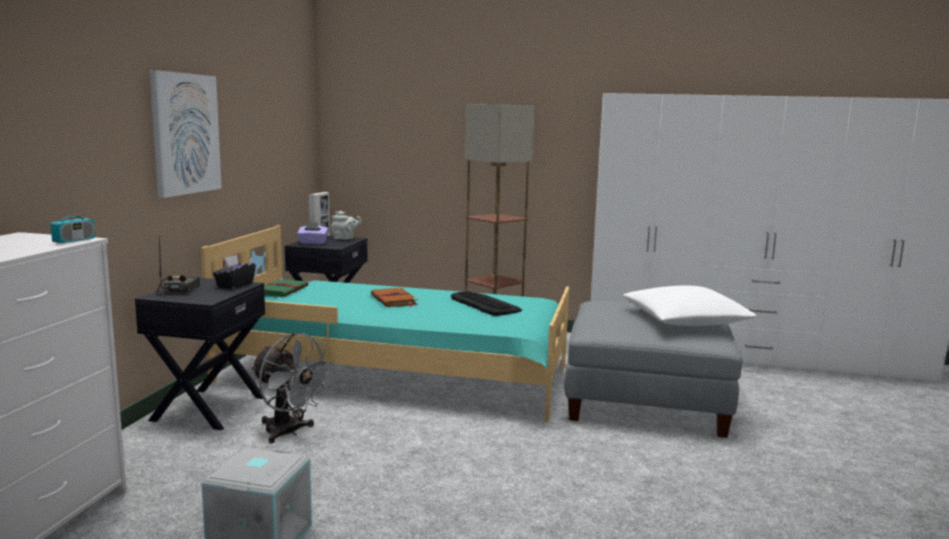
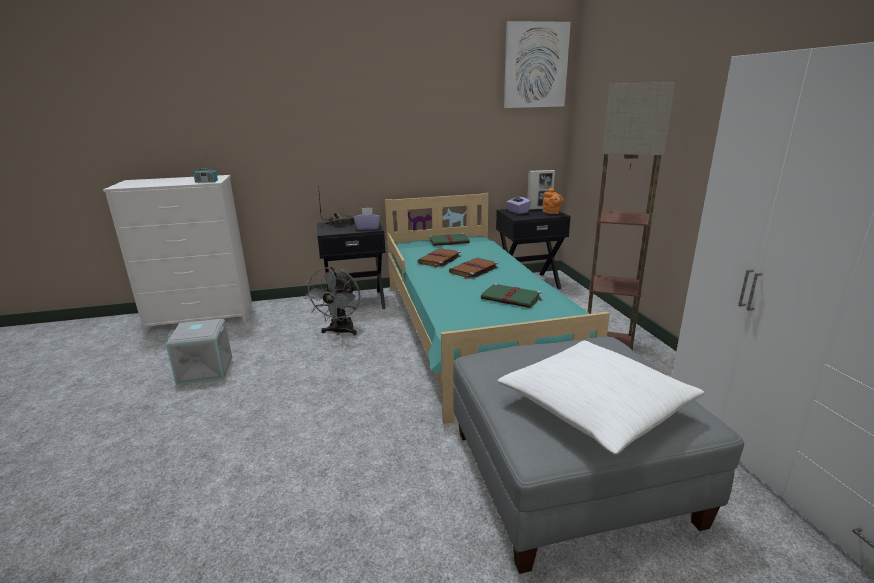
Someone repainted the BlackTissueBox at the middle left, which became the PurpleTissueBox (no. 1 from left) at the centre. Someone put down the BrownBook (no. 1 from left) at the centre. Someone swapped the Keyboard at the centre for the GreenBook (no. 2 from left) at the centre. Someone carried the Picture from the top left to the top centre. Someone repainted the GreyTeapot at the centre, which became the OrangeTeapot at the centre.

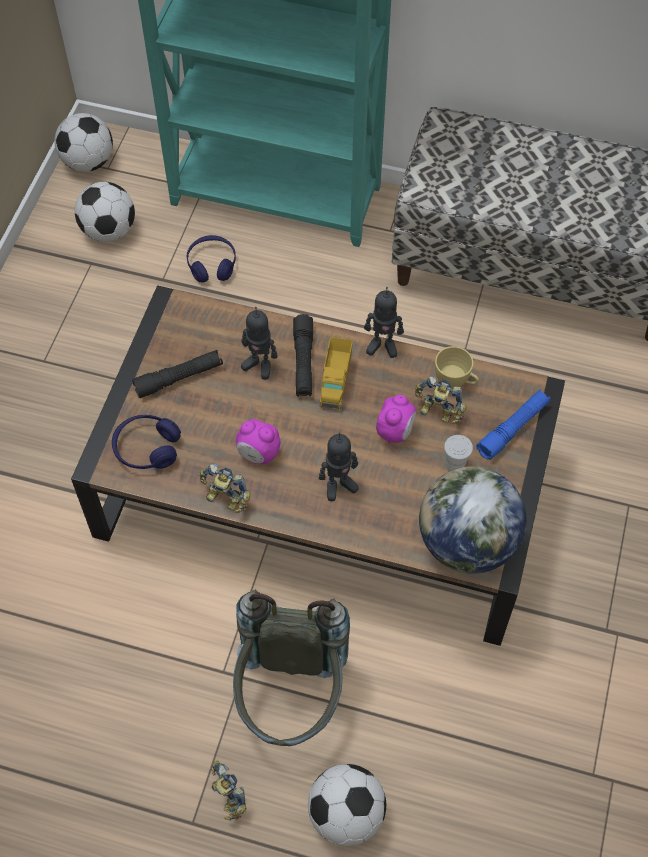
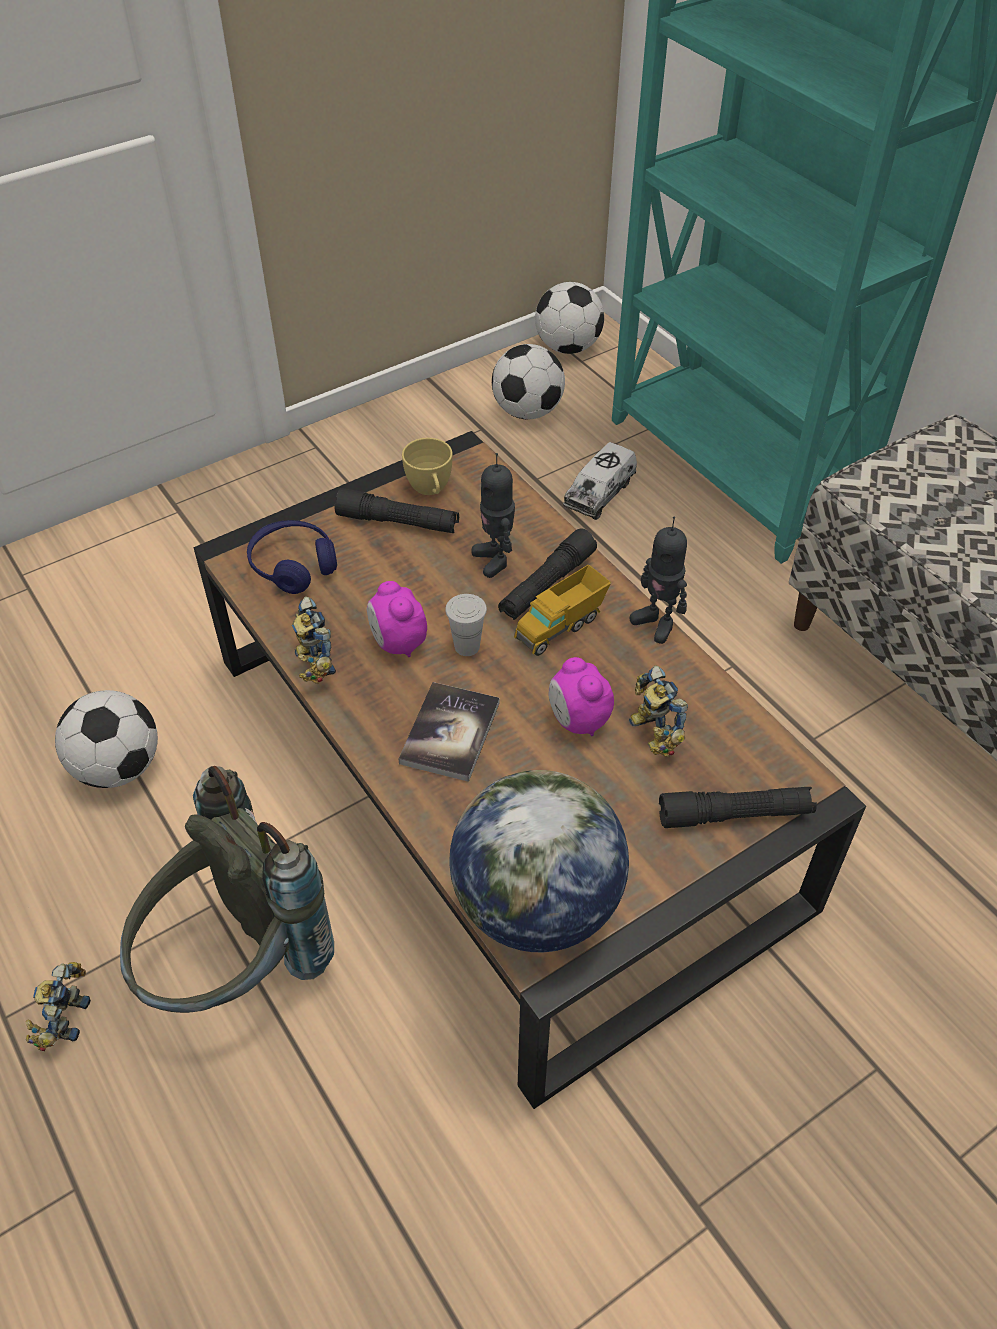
Someone carried the Football (no. 3 from left in the first image) from the bottom centre to the middle left. Someone swapped the ToyRobot (no. 4 from left) at the centre for the Book at the centre. Someone carried the YellowCup from the middle right to the centre. Someone carried the WhiteCup from the middle right to the centre. Someone rotated the AlarmClock (no. 2 from left) at the centre by 90 degrees clockwise. Someone swapped the BlueHeadphones (no. 2 from left) at the top left for the ToyTruck (no. 2 from left) at the centre. Someone repainted the BlueFlashlight at the middle right, which became the BlackFlashlight (no. 3 from left) at the middle right.

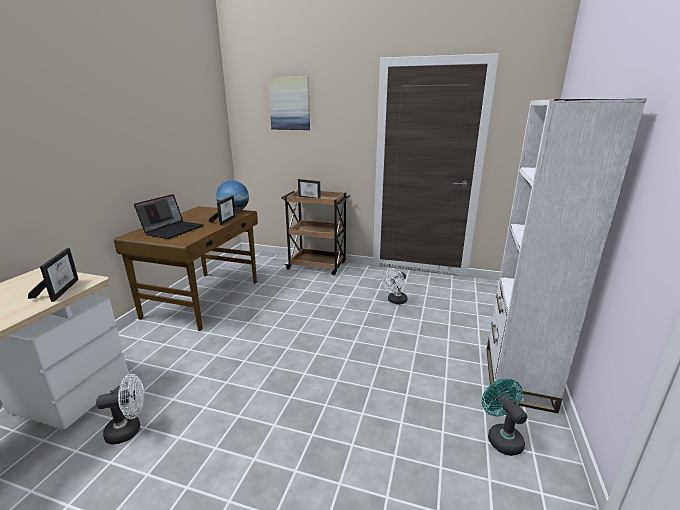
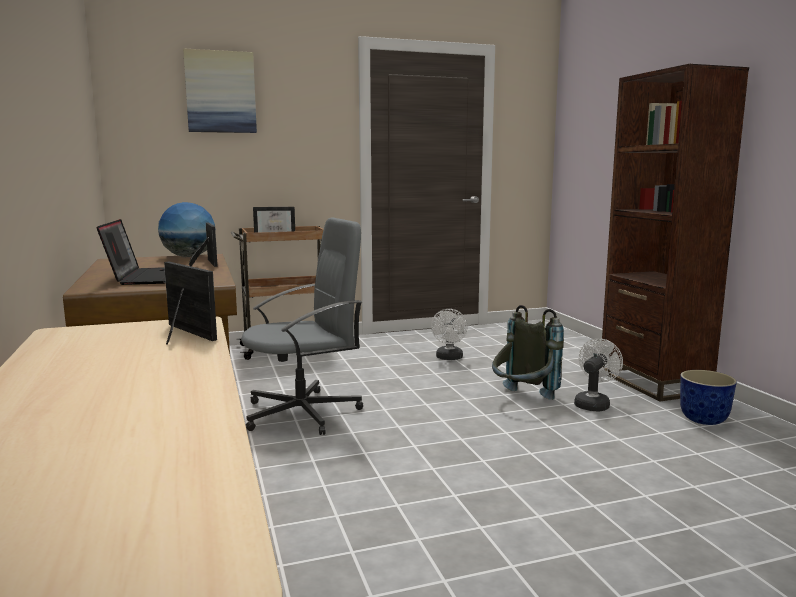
Someone put down the GreyOfficeChair at the centre. Someone put down the GreyBackpack at the centre. Someone carried the WhiteFan (no. 1 from left in the first image) from the bottom left to the middle right. Someone repainted the WhiteBookcase at the middle right, which became the BrownBookcase at the middle right. Someone swapped the TurquoiseFan at the bottom right for the Planter at the middle right.

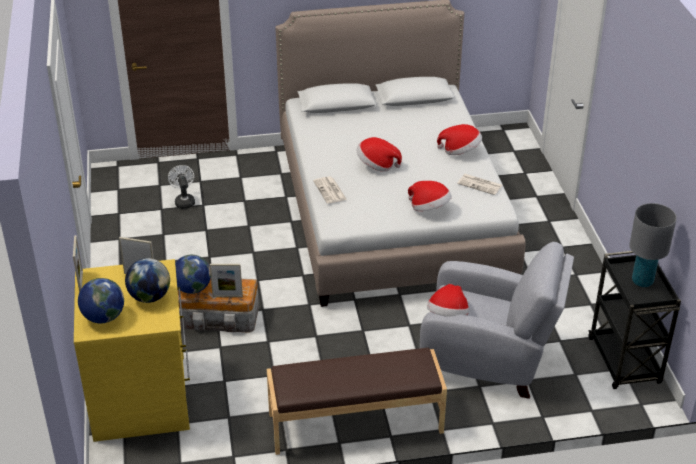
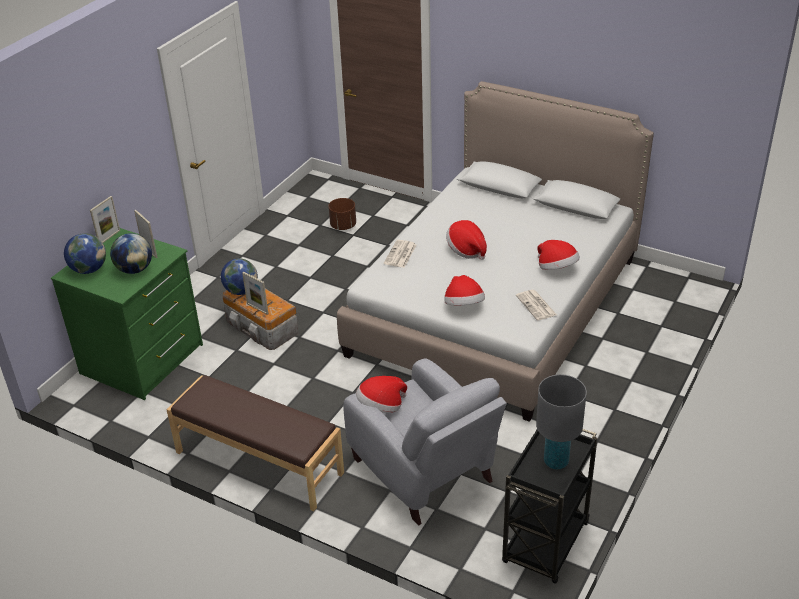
Someone repainted the YellowDresser at the bottom left, which became the GreenDresser at the middle left. Someone swapped the WhiteFan at the middle left for the BrownPlanter at the centre.

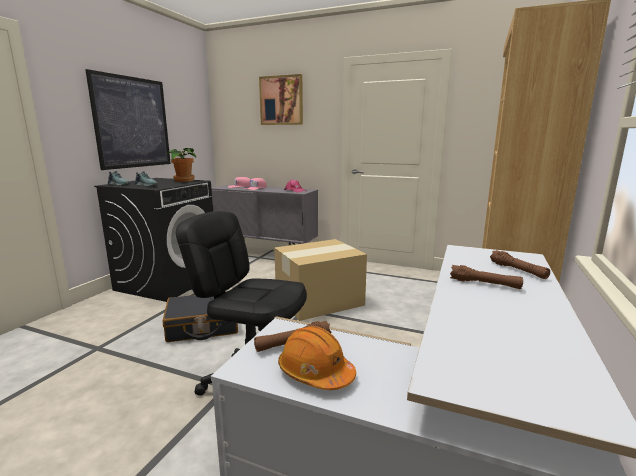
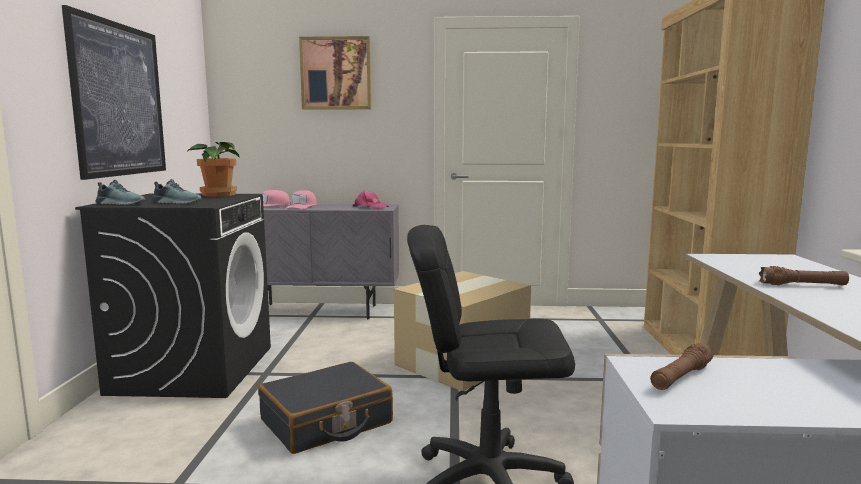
Someone took away the OrangeHardHat at the bottom centre. Someone took away the BrownFlashlight (no. 3 from left) at the middle right.

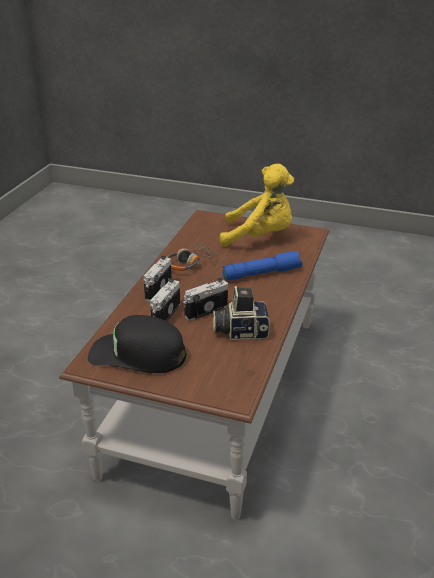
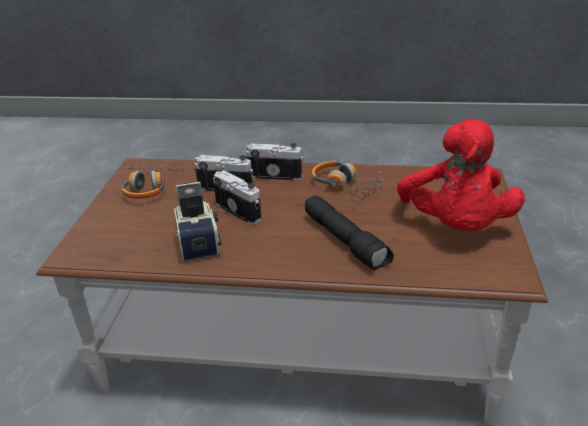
Someone swapped the BlackCap at the middle left for the Headphones (no. 1 from left) at the middle left. Someone repainted the BlueFlashlight at the centre, which became the BlackFlashlight at the centre. Someone repainted the YellowPlushToy at the centre, which became the RedPlushToy at the middle right.

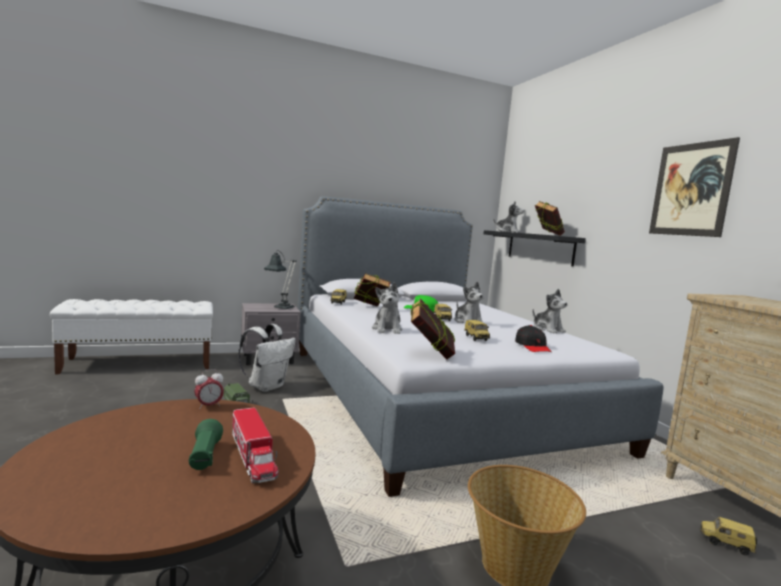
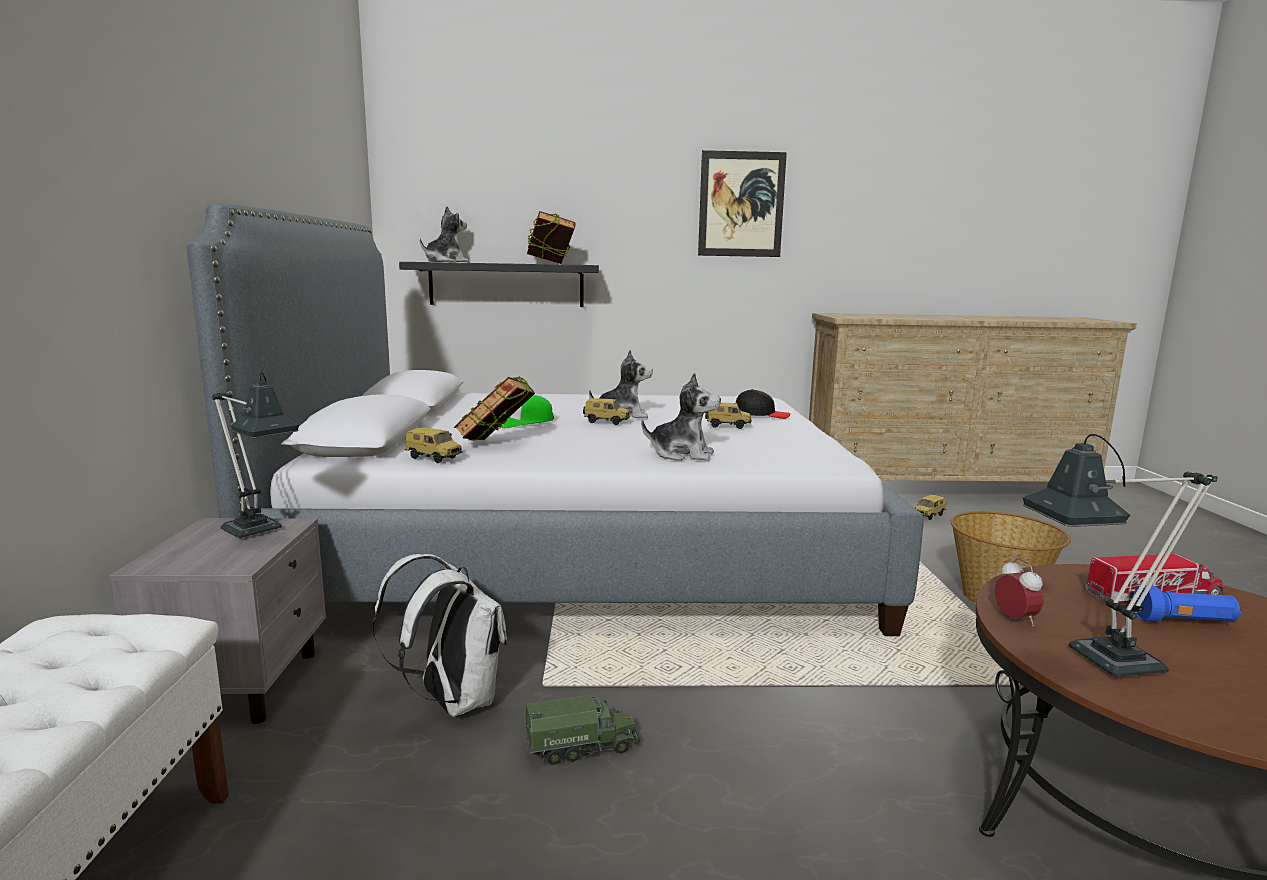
Someone put down the TableLamp (no. 2 from left) at the middle right. Someone repainted the GreenFlashlight at the bottom left, which became the BlueFlashlight at the bottom right. Someone took away the Book (no. 2 from left) at the centre. Someone took away the PlushToy (no. 4 from left) at the middle right.

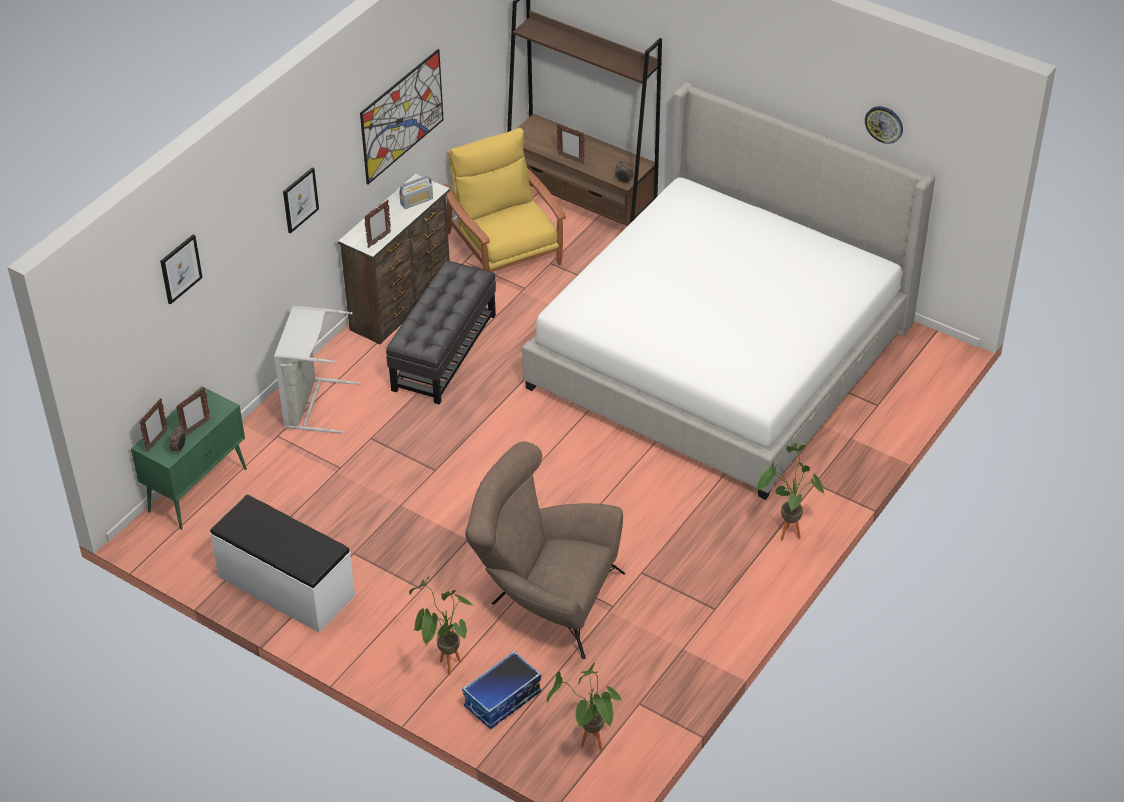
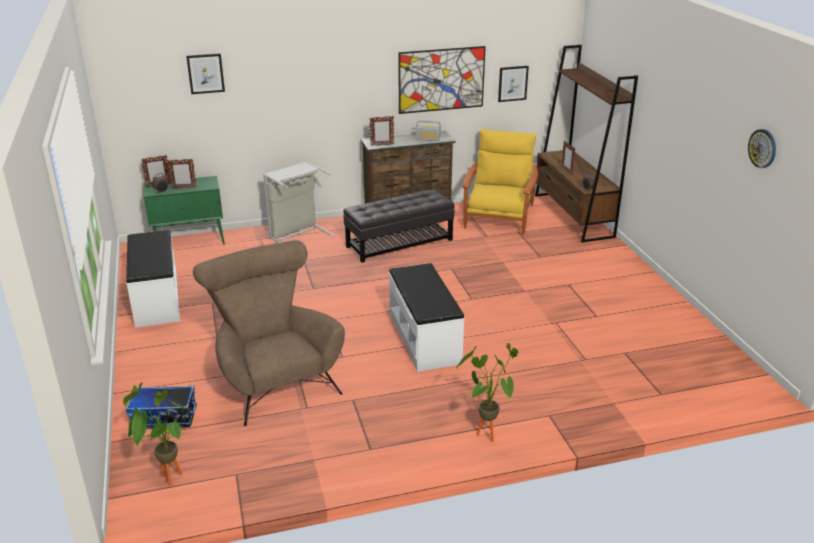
Someone put down the WhiteBench (no. 2 from left) at the centre. Someone carried the Picture (no. 2 from left in the first image) from the top left to the top centre. Someone took away the PottedPlant (no. 1 from left) at the bottom centre. Someone took away the Bed at the centre.

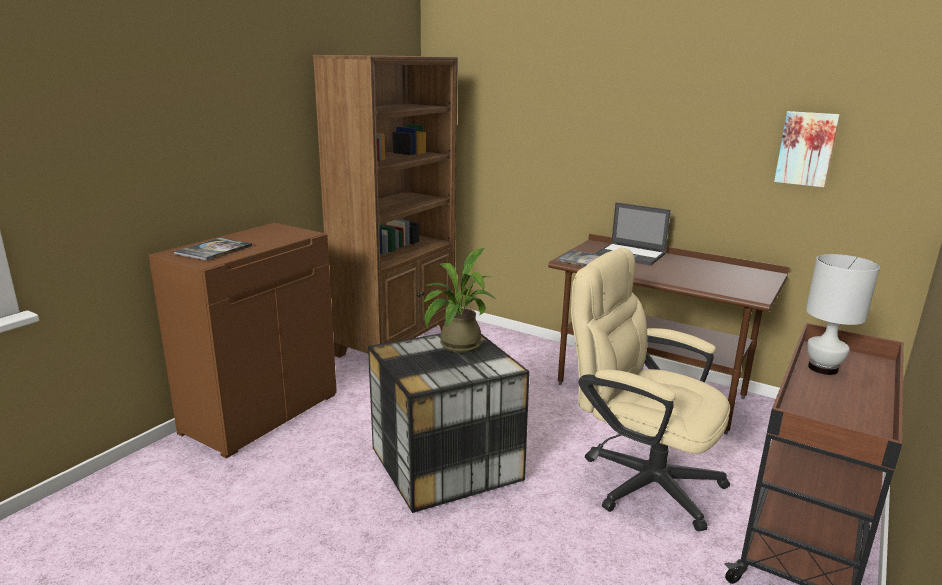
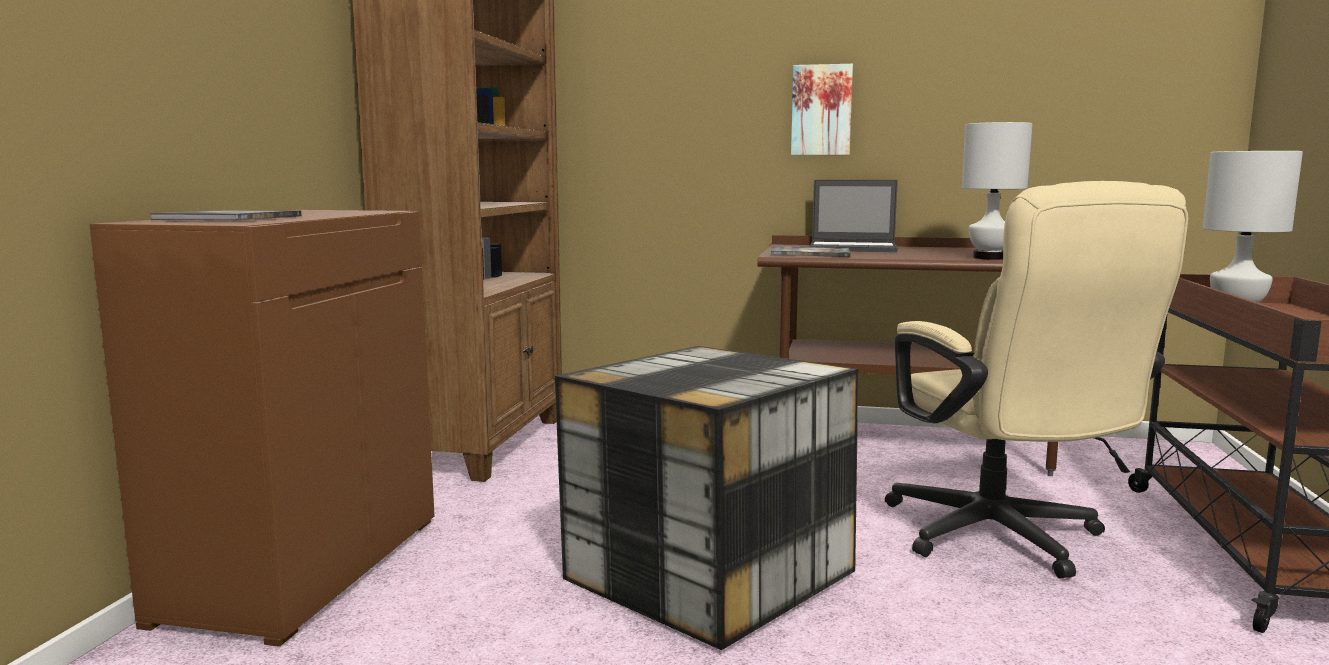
Someone carried the Picture from the top right to the top centre. Someone rotated the BeigeOfficeChair at the middle right by 120 degrees counterclockwise. Someone put down the WhiteTableLamp (no. 1 from left) at the top right. Someone took away the PottedPlant at the centre.

